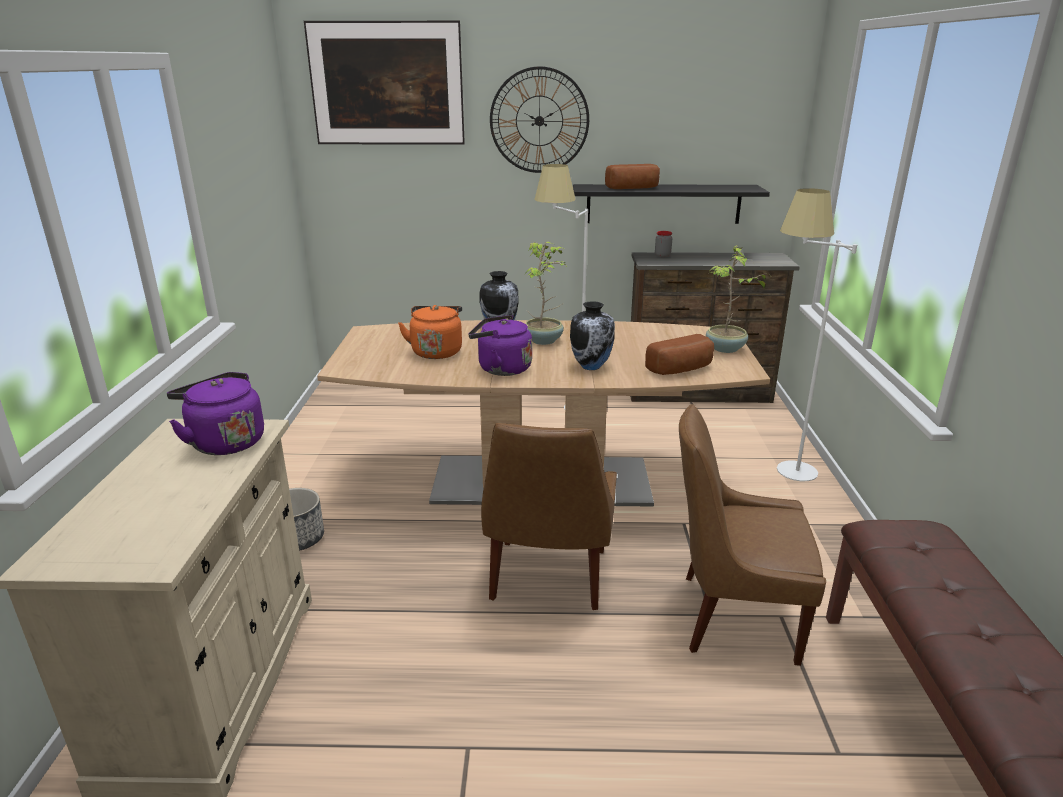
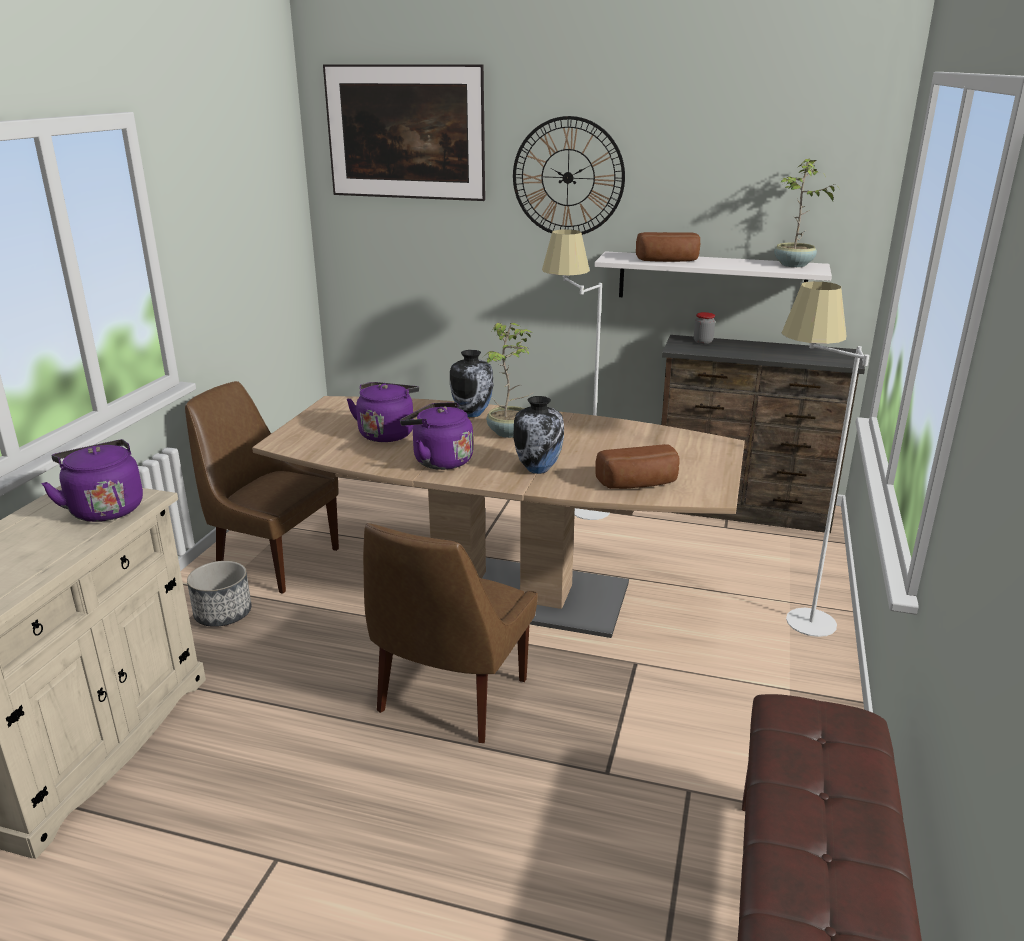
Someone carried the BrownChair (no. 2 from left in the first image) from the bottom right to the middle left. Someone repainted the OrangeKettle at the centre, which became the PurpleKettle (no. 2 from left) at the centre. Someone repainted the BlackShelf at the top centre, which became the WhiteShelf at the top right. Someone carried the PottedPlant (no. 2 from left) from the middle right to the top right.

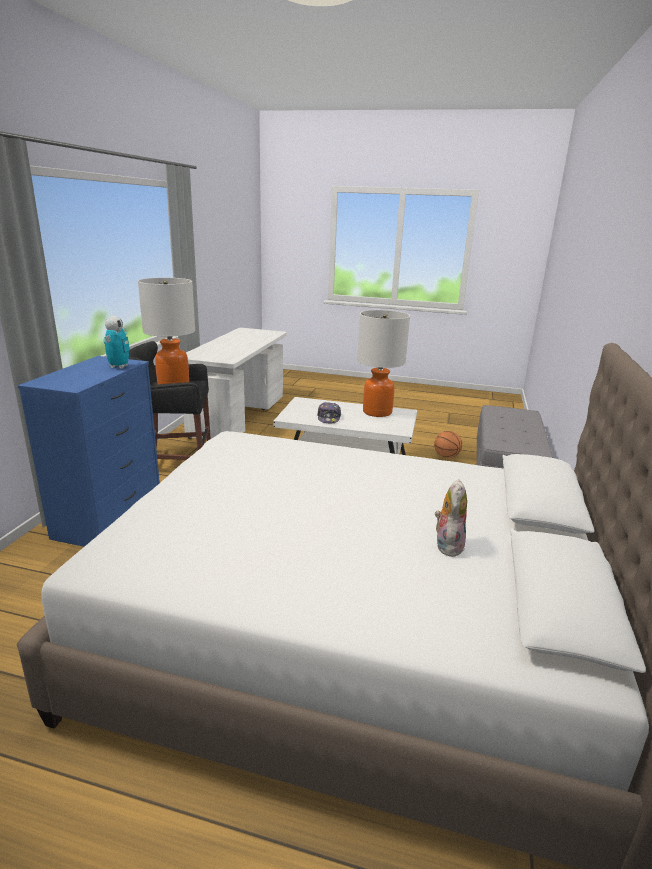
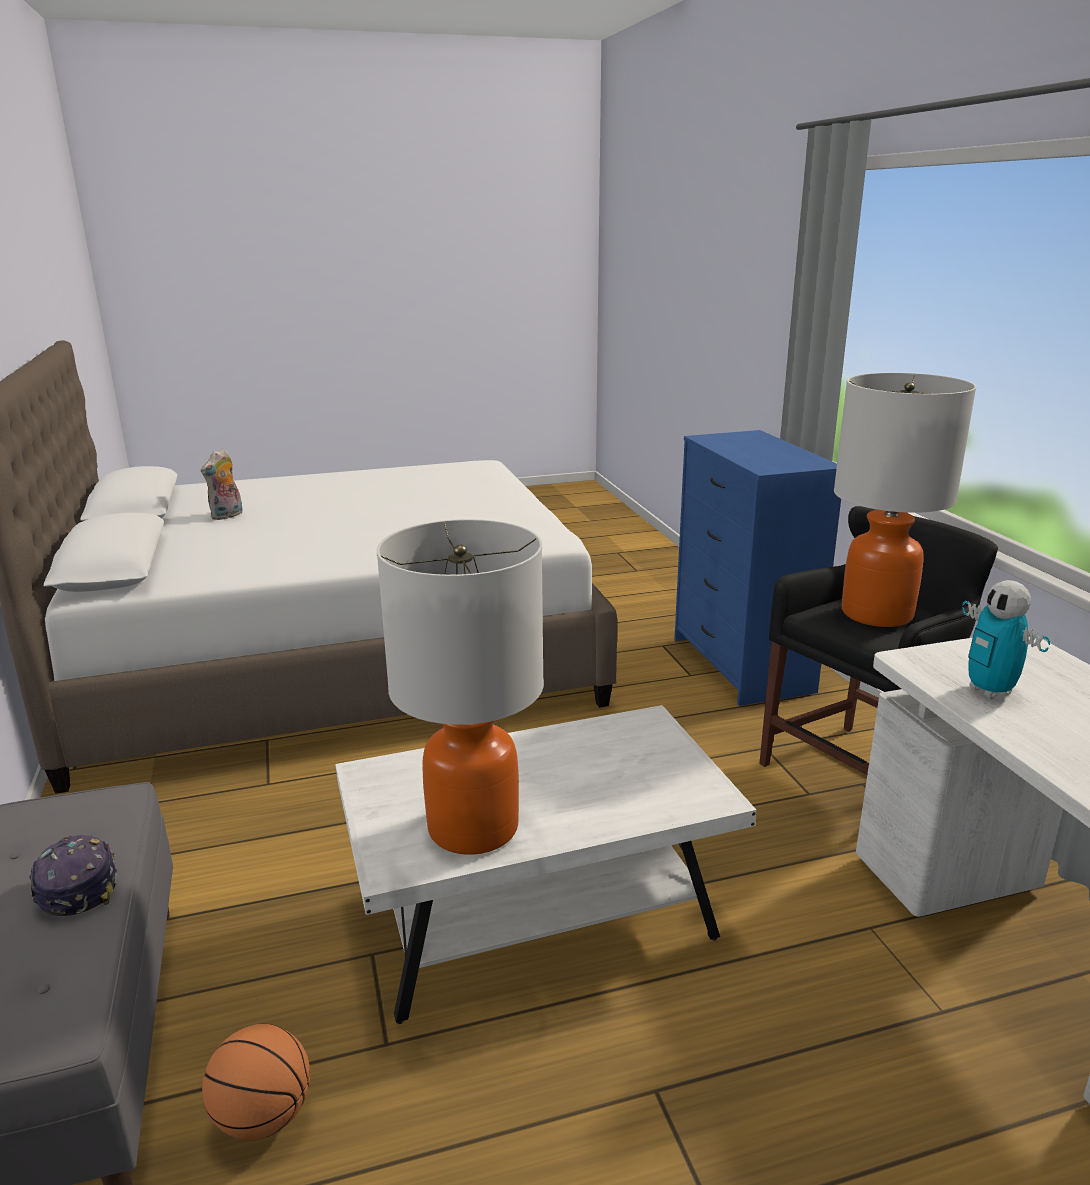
Someone carried the Cap from the centre to the bottom left. Someone rotated the PlushToy at the middle right by 45 degrees clockwise. Someone carried the ToyRobot from the middle left to the middle right.

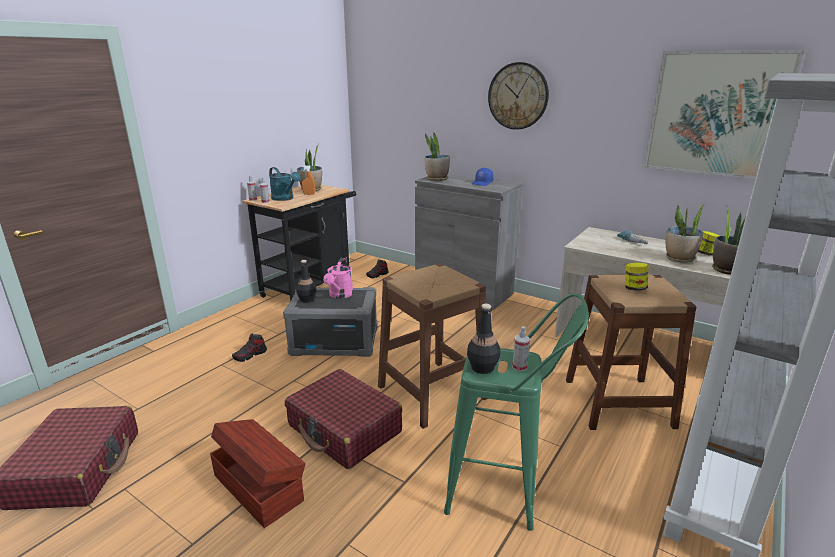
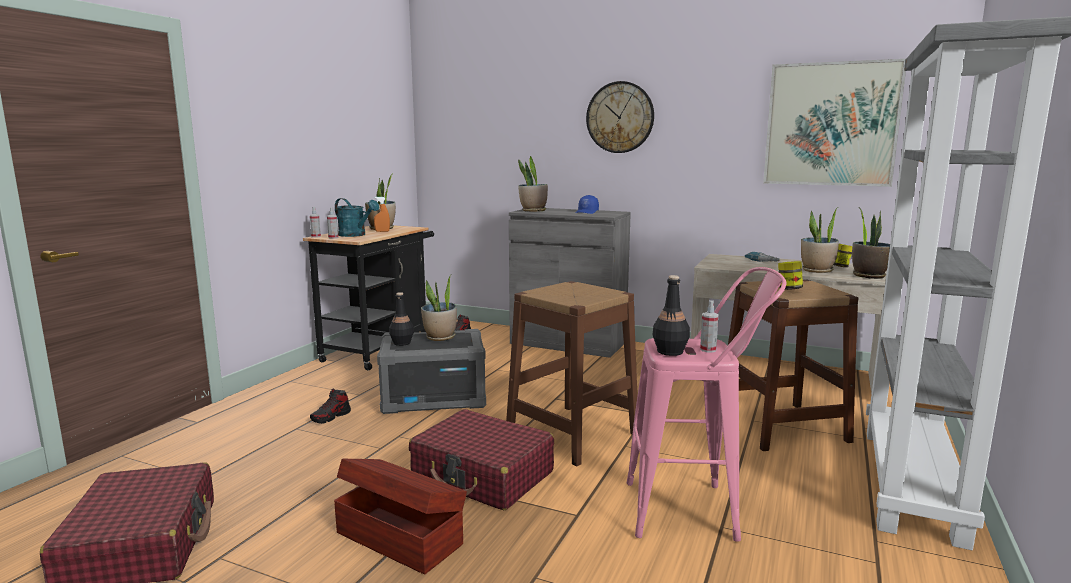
Someone swapped the PinkWateringCan at the centre for the PottedPlant (no. 2 from left) at the centre. Someone repainted the GreenStool at the bottom centre, which became the PinkStool at the bottom centre.

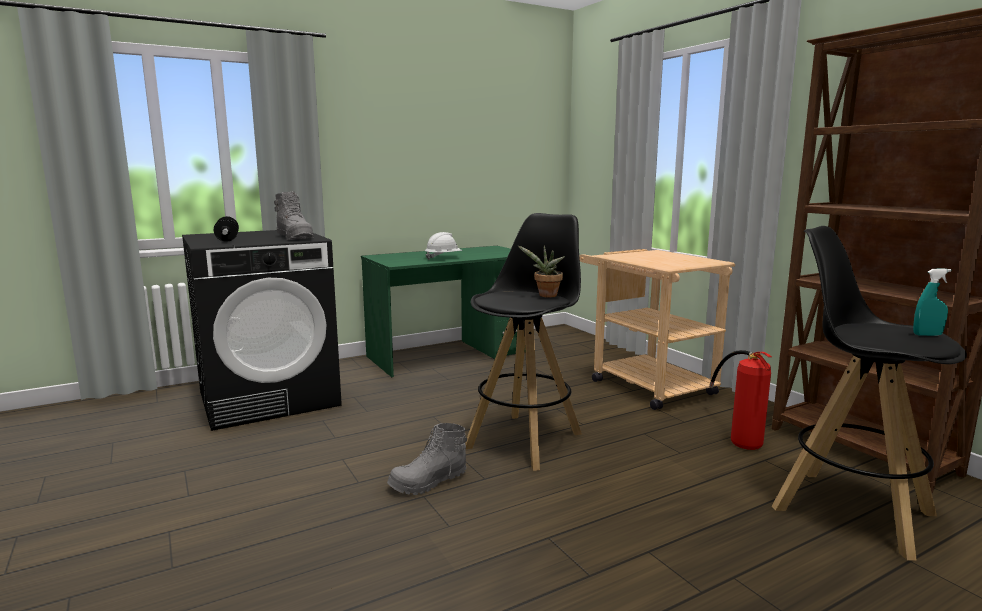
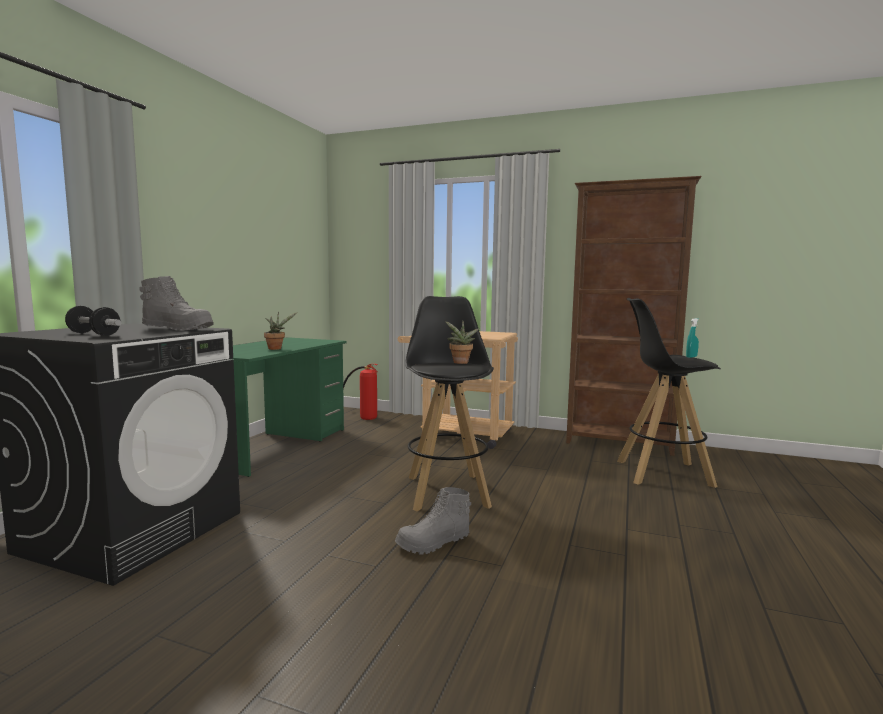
Someone swapped the WhiteHardHat at the centre for the PottedPlant (no. 1 from left) at the middle left. Someone carried the FireExtinguisher from the middle right to the centre. Someone rotated the GreyBoot (no. 2 from left) at the bottom centre by 45 degrees clockwise.

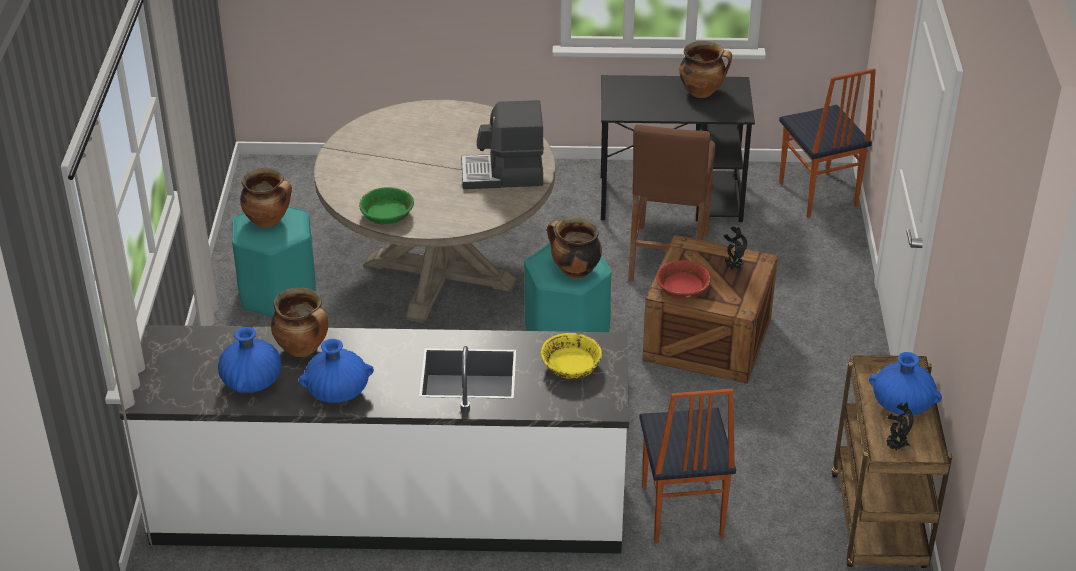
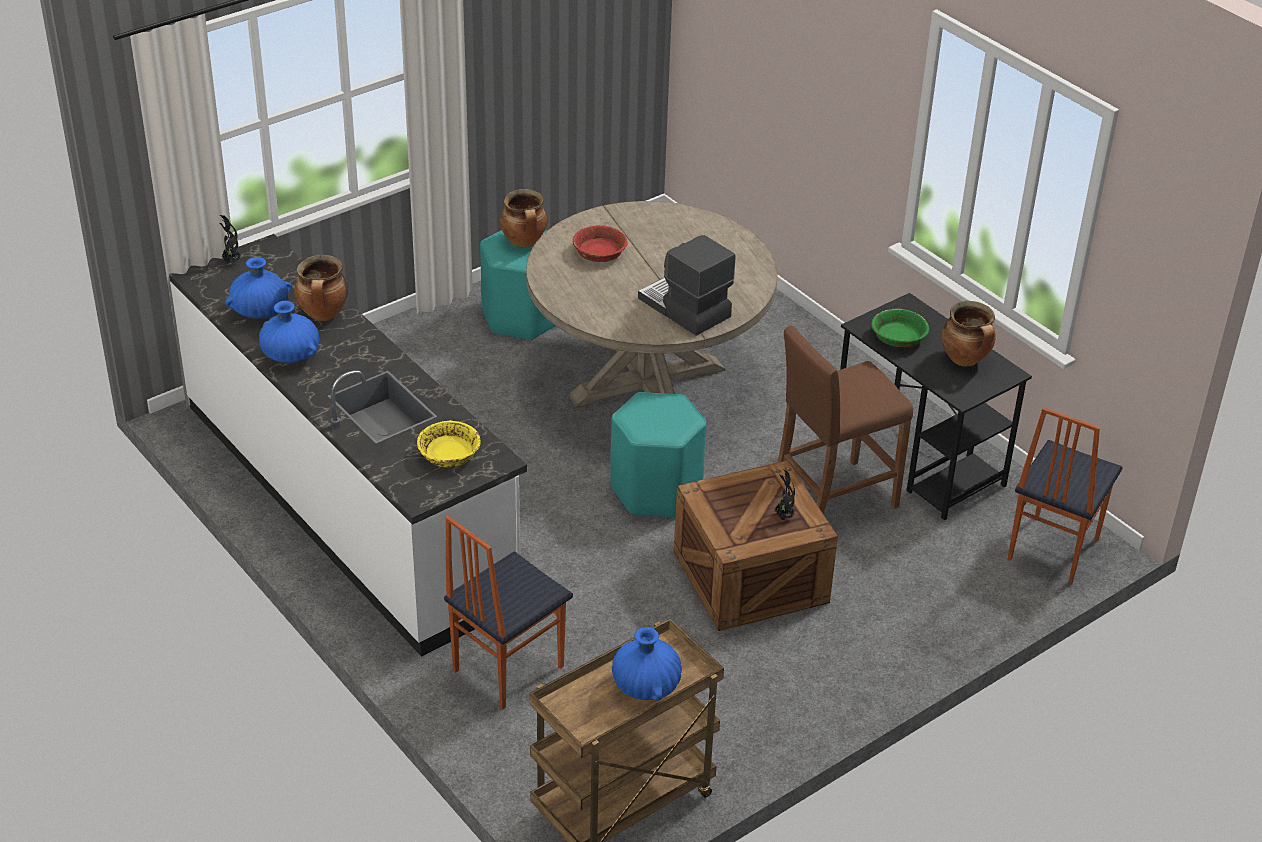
Someone carried the PottedPlant (no. 2 from left in the first image) from the bottom right to the top left. Someone carried the RedBowl from the centre to the top centre. Someone carried the GreenBowl from the centre to the middle right. Someone took away the CookingPot (no. 3 from left) at the centre.

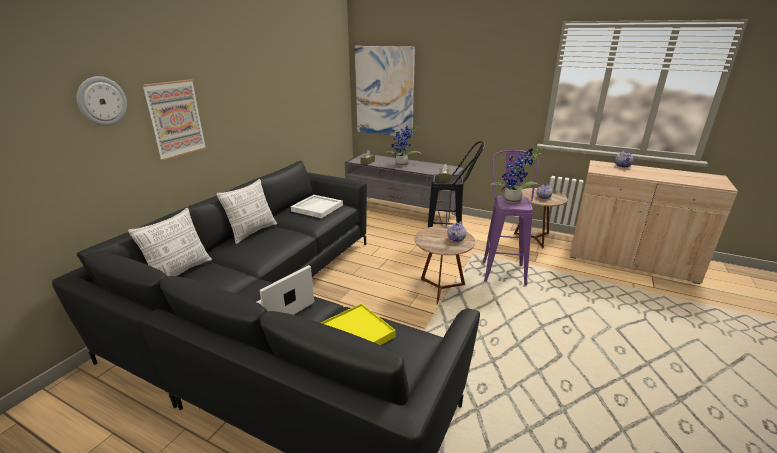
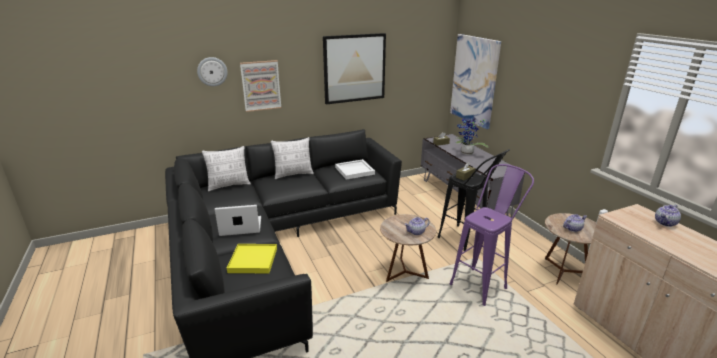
Someone put up the Picture (no. 2 from left) at the top centre. Someone took away the PottedPlant (no. 2 from left) at the centre.

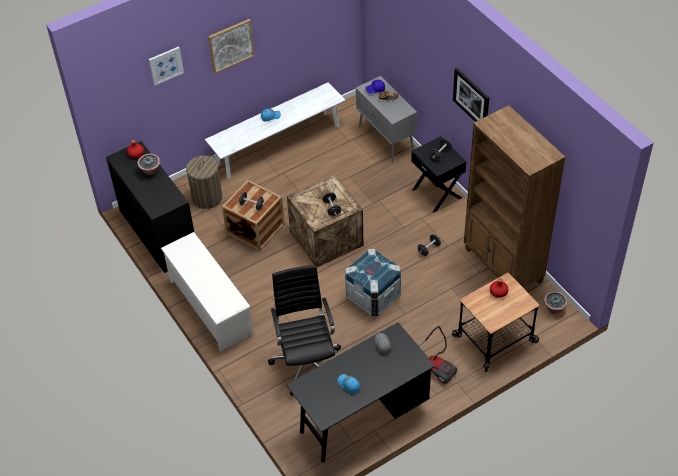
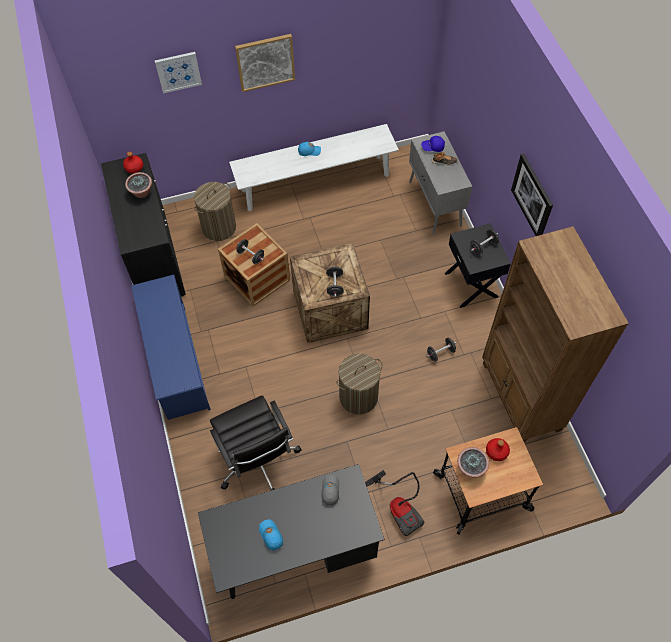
Someone repainted the WhiteShoeRack at the middle left, which became the BlueShoeRack at the middle left. Someone rotated the BlackOfficeChair at the bottom centre by 150 degrees clockwise. Someone swapped the Crate (no. 3 from left) at the centre for the LaundryBasket (no. 2 from left) at the centre. Someone carried the PottedPlant (no. 2 from left) from the middle right to the bottom right.

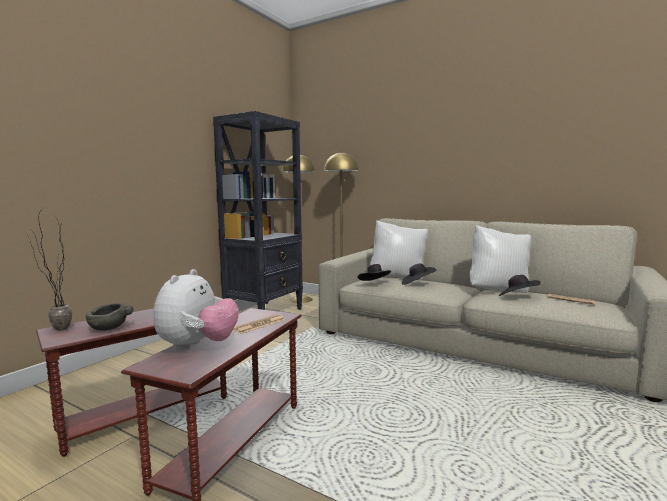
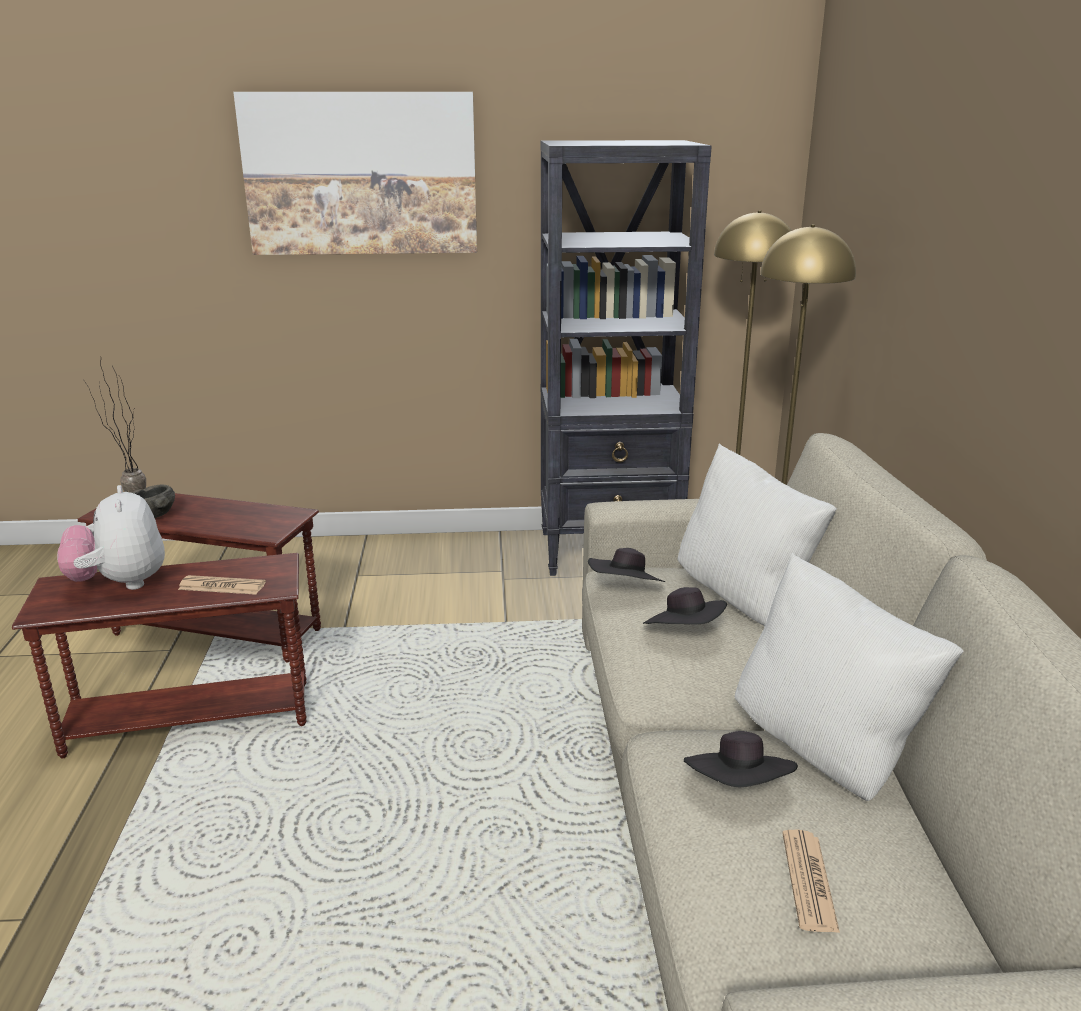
Someone rotated the PlushToy at the middle left by 90 degrees clockwise. Someone put up the Picture at the top left.

